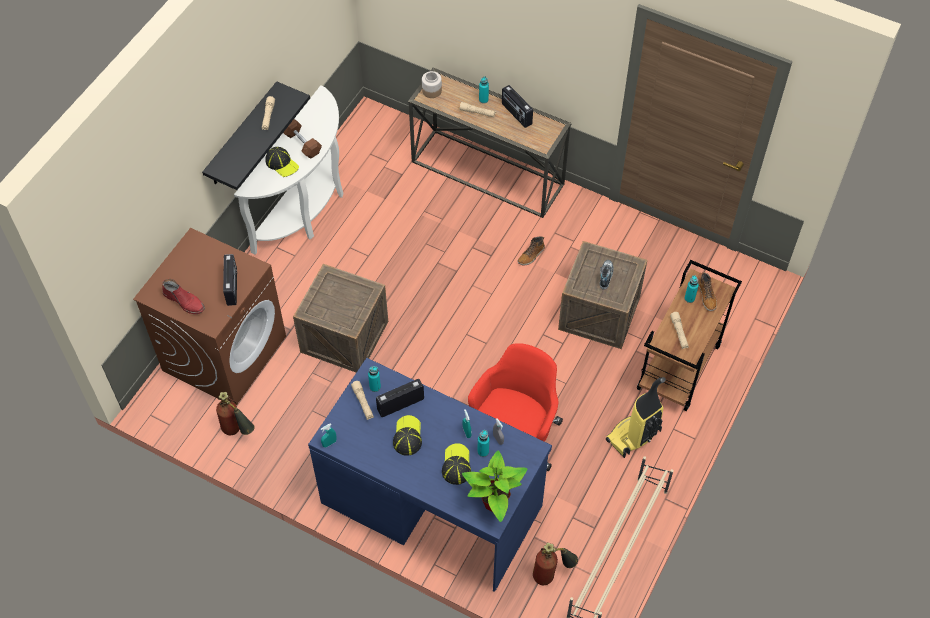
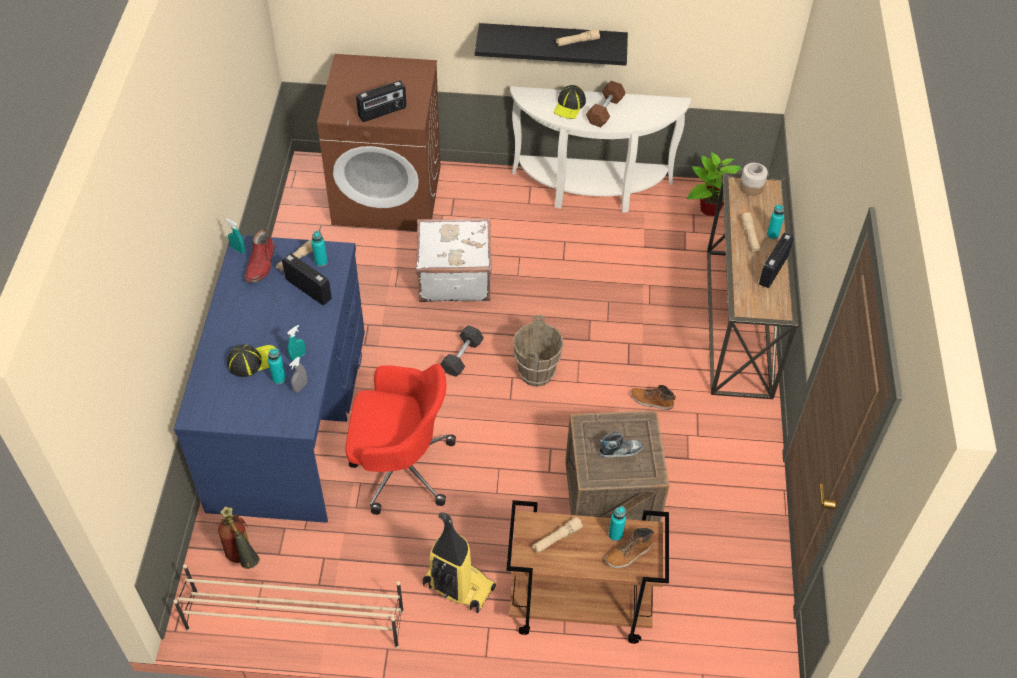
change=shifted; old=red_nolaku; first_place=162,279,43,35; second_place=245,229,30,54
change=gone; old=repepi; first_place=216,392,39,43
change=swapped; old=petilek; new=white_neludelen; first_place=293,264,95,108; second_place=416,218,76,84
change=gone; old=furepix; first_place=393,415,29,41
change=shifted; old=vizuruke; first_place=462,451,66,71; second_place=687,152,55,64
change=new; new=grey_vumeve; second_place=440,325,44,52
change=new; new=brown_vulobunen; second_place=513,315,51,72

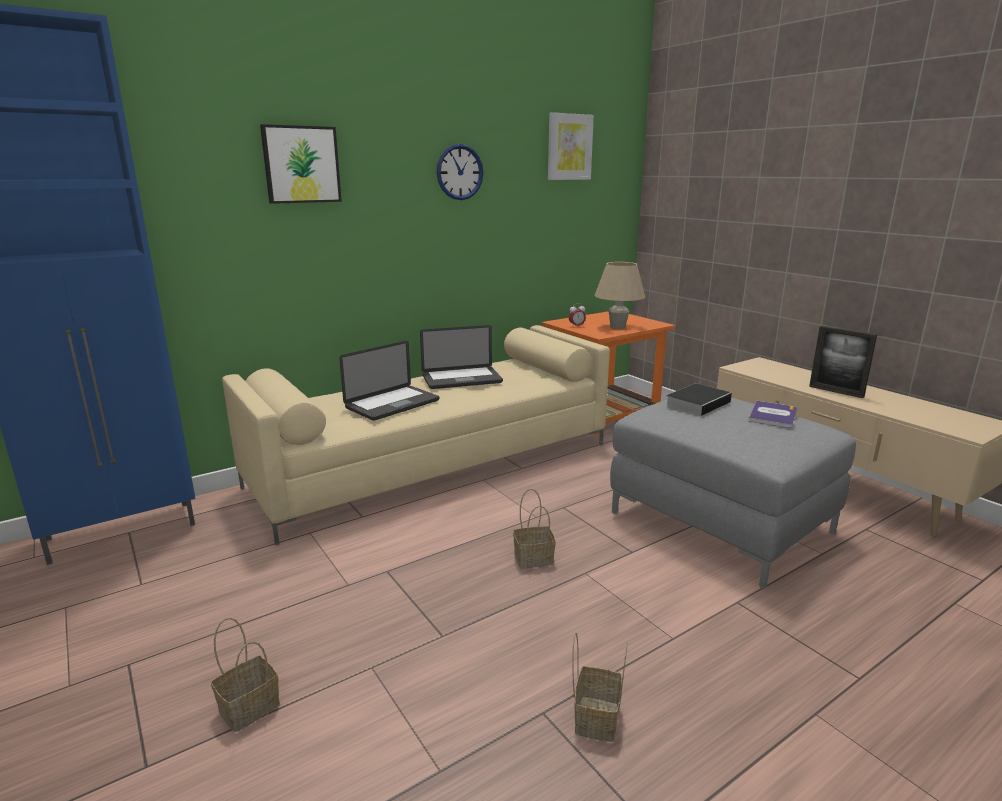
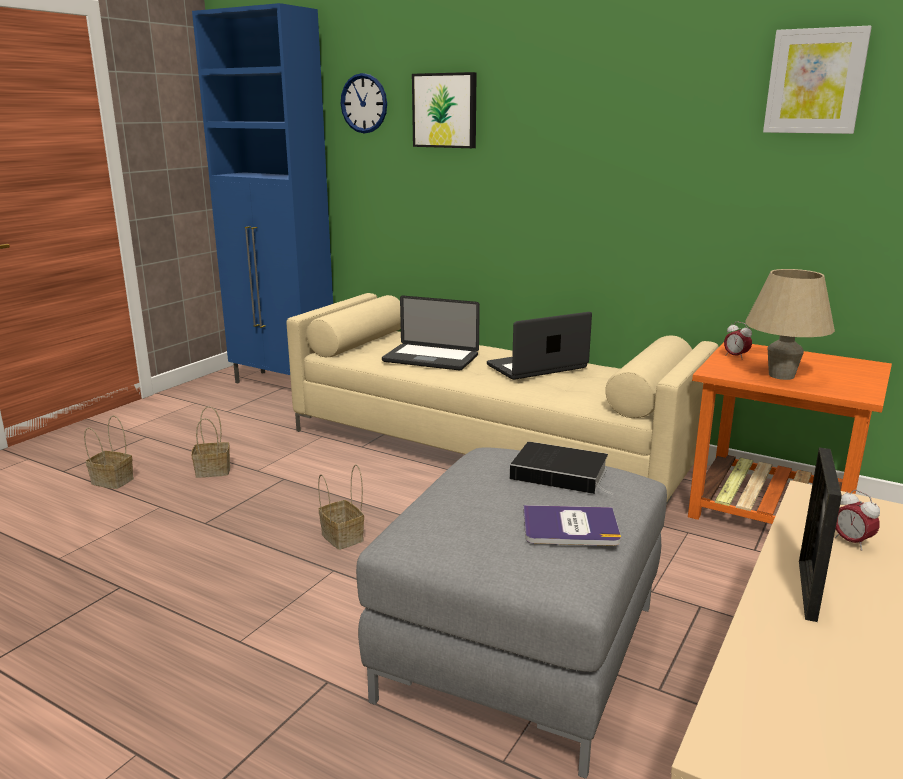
change=rotated; old=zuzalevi; first_place=420,325,83,64; second_place=487,312,105,68; degrees=105
change=shifted; old=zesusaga; first_place=437,144,46,56; second_place=341,73,46,60
change=shifted; old=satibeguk; first_place=572,632,56,110; second_place=191,406,39,72
change=new; new=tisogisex; second_place=835,490,45,61

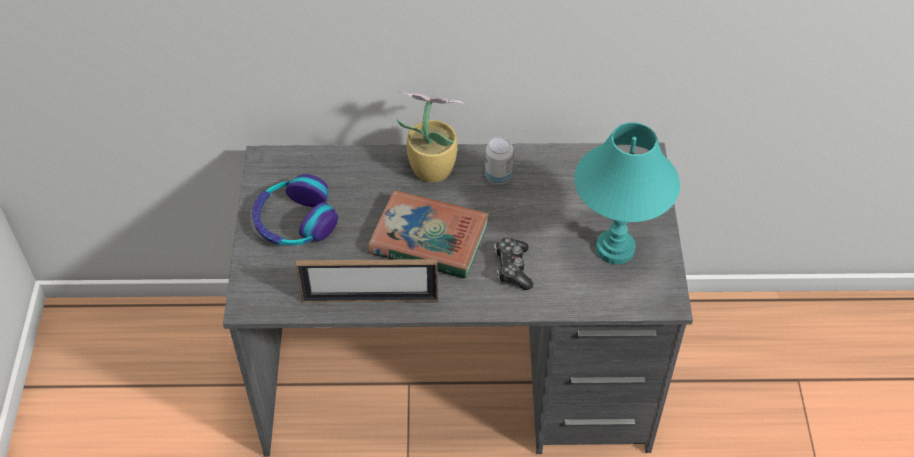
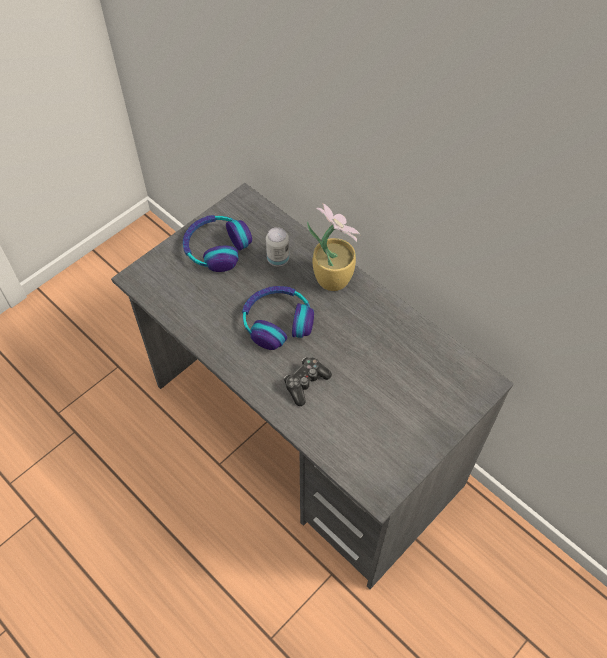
change=gone; old=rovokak; first_place=296,259,142,44
change=swapped; old=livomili; new=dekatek; first_place=368,190,121,89; second_place=242,286,72,64
change=shifted; old=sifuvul; first_place=485,137,28,47; second_place=266,227,23,39
change=gone; old=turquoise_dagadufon; first_place=574,122,106,142

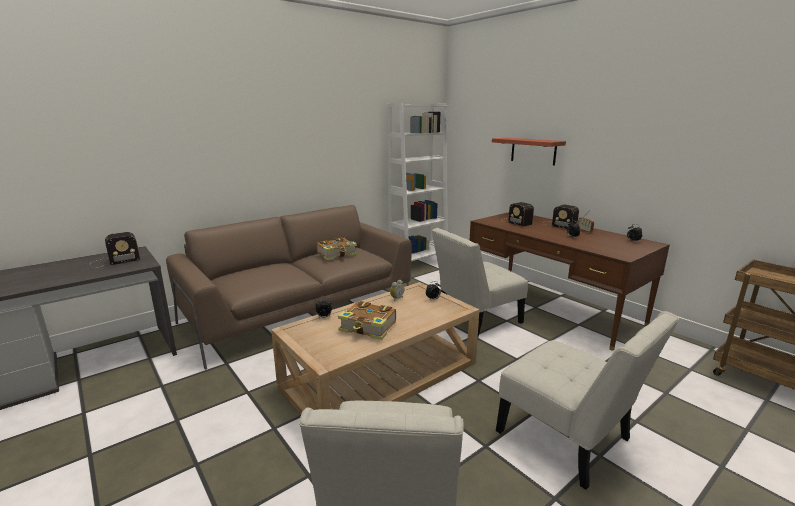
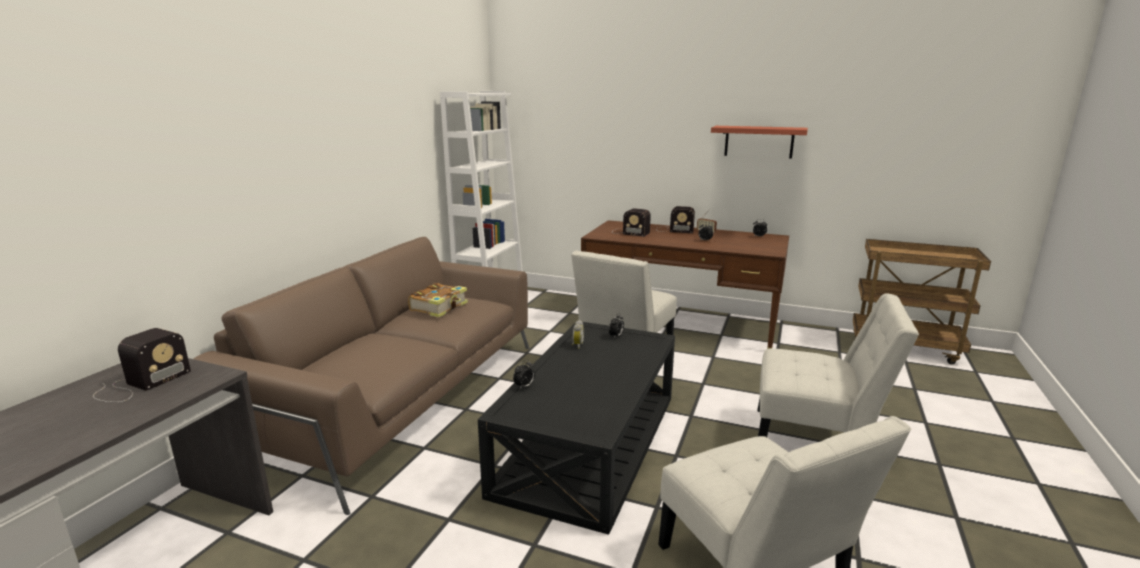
change=repainted; old=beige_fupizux; new=black_fupizux; first_place=271,282,208,133; second_place=478,322,197,212
change=gone; old=livomili; first_place=338,301,58,39
change=shifted; old=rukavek; first_place=492,138,74,28; second_place=711,126,97,33

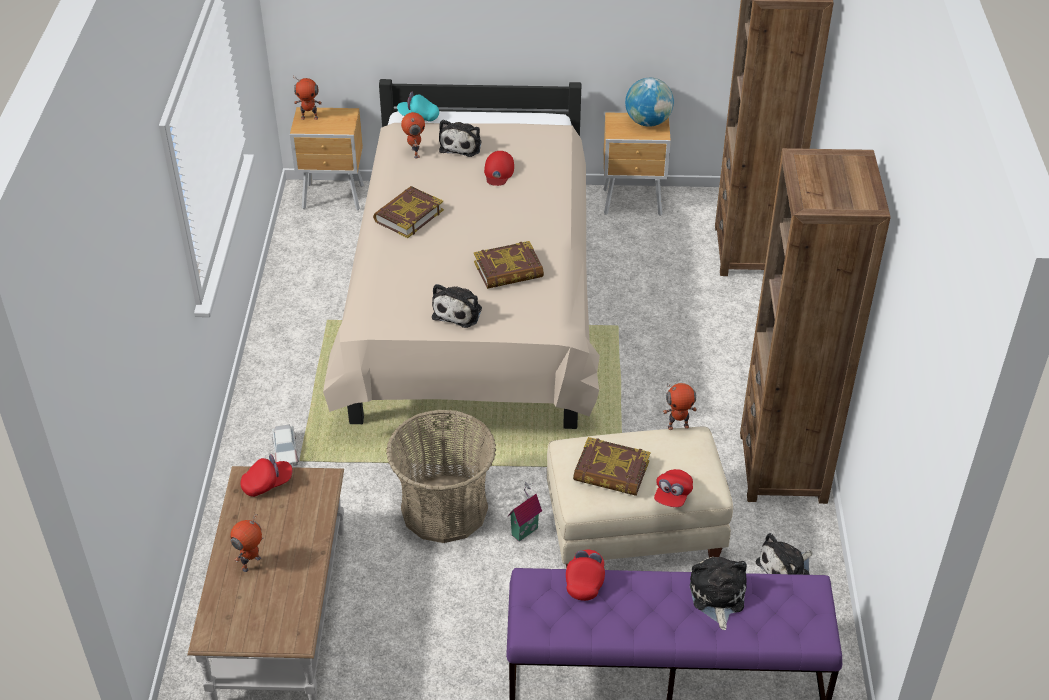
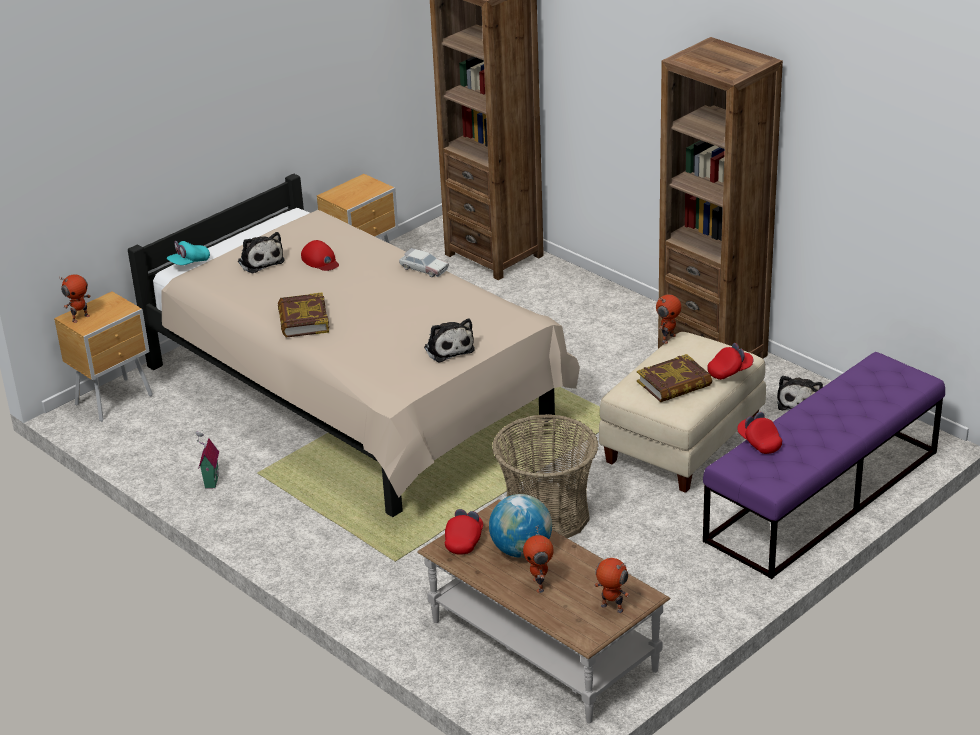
change=shifted; old=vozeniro; first_place=272,425,27,42; second_place=399,248,50,29
change=shifted; old=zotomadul; first_place=401,112,24,46; second_place=594,558,36,55
change=gone; old=livomili; first_place=474,241,70,48
change=shifted; old=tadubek; first_place=507,481,35,60; second_place=195,430,24,59
change=shifted; old=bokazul; first_place=625,78,49,49; second_place=489,494,63,64
change=rotated; old=red_furepix; first_place=654,469,39,38; second_place=707,343,46,37; degrees=-90
change=gone; old=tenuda; first_place=690,557,57,73

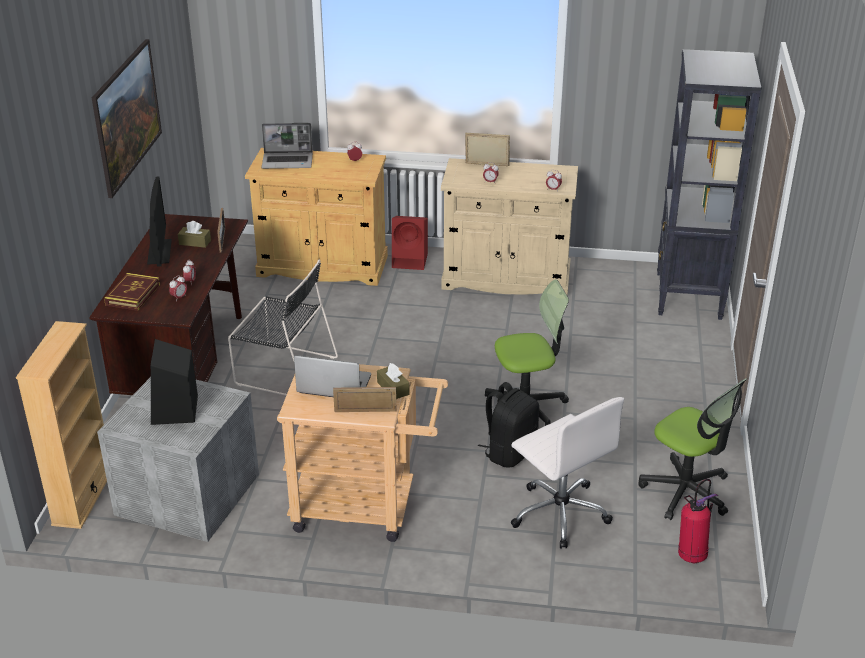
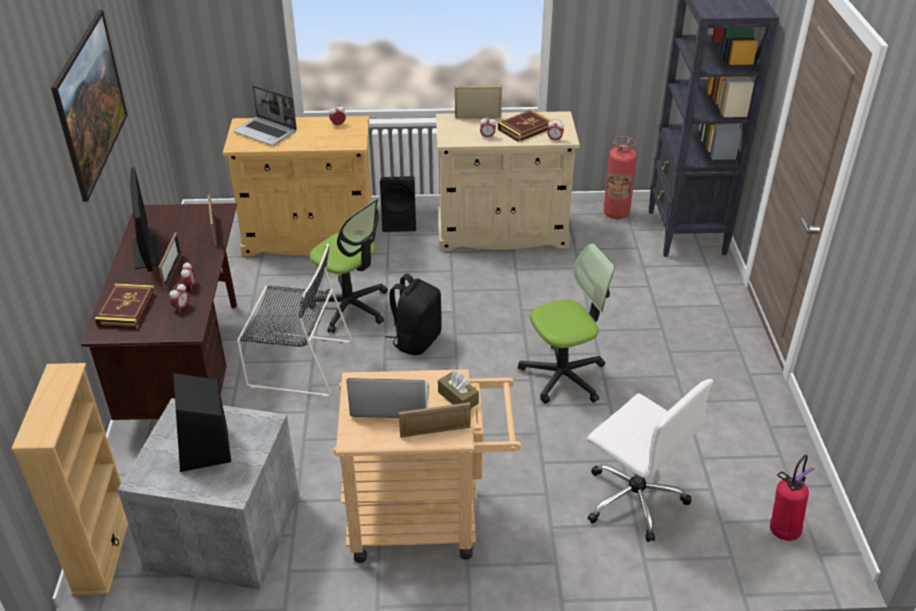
change=gone; old=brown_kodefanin; first_place=178,221,33,27
change=rotated; old=zuzalevi; first_place=261,123,52,46; second_place=233,85,64,61; degrees=45
change=repainted; old=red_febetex; new=black_febetex; first_place=392,216,36,54; second_place=380,176,36,56
change=shifted; old=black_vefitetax; first_place=478,382,61,85; second_place=385,274,57,81
change=shifted; old=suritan; first_place=638,378,109,142; second_place=309,199,79,134
change=new; new=rovokak; second_place=159,233,23,56
change=new; new=livomili; second_place=498,109,54,33
change=new; new=repepi; second_place=603,136,34,83

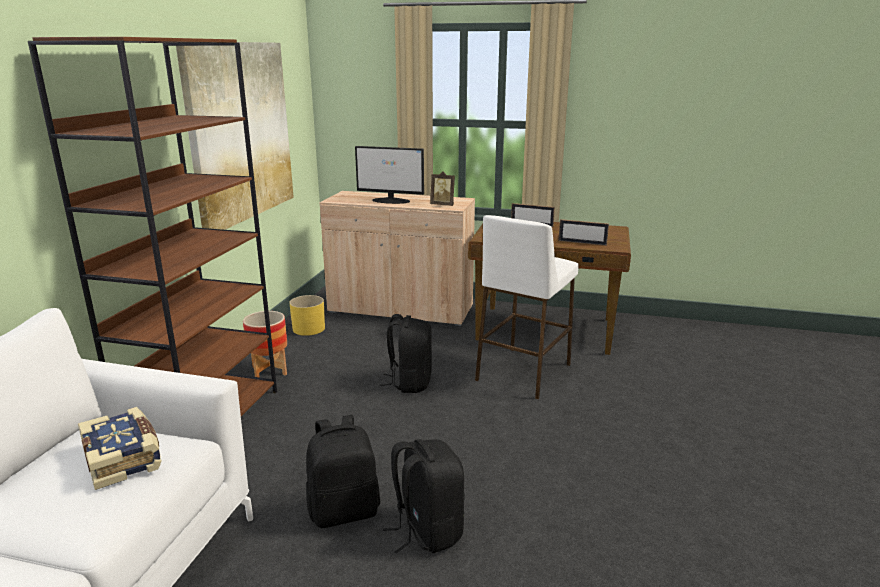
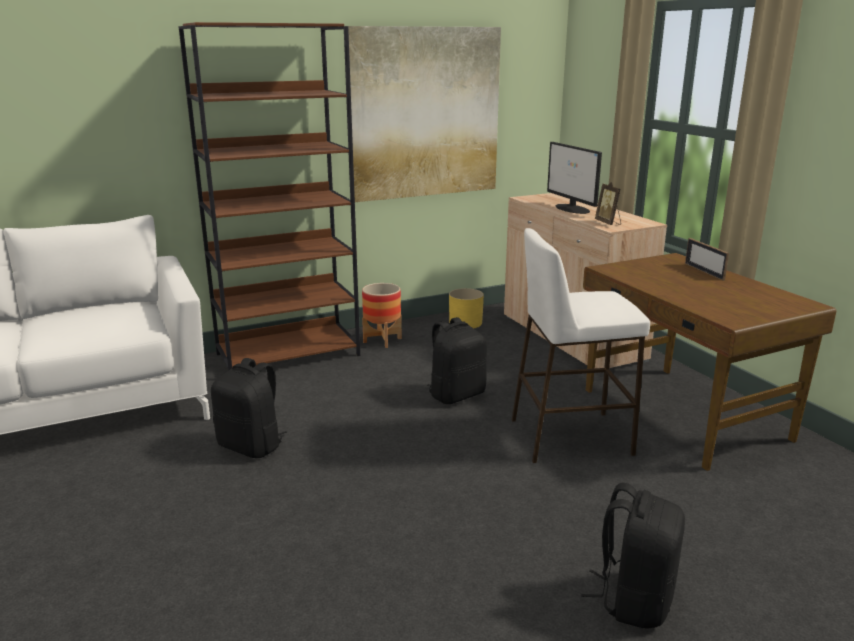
change=gone; old=livomili; first_place=78,407,84,83
change=shifted; old=black_vefitetax; first_place=383,439,82,115; second_place=581,483,104,145
change=gone; old=rovokak; first_place=558,219,51,27

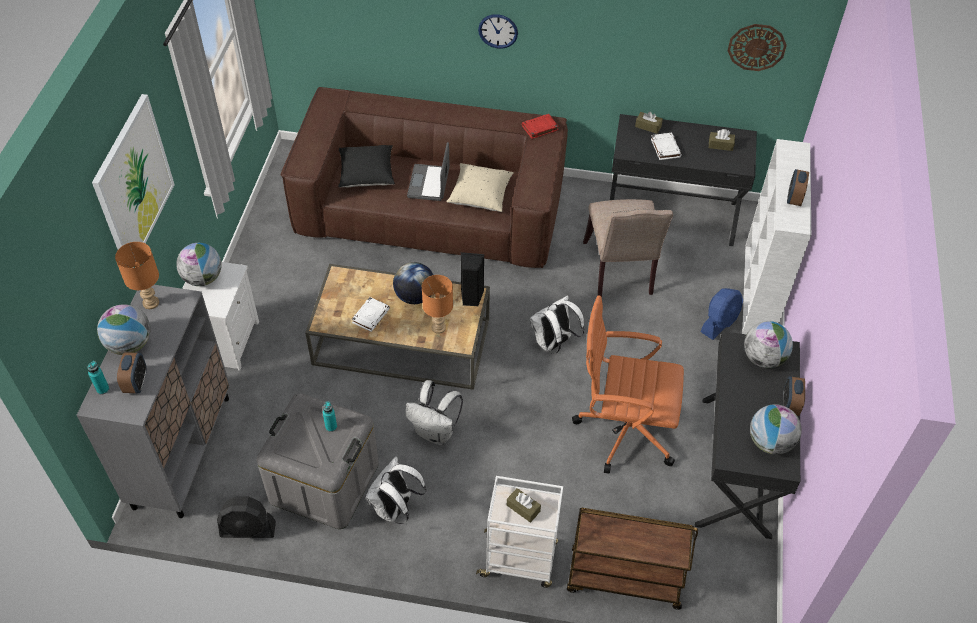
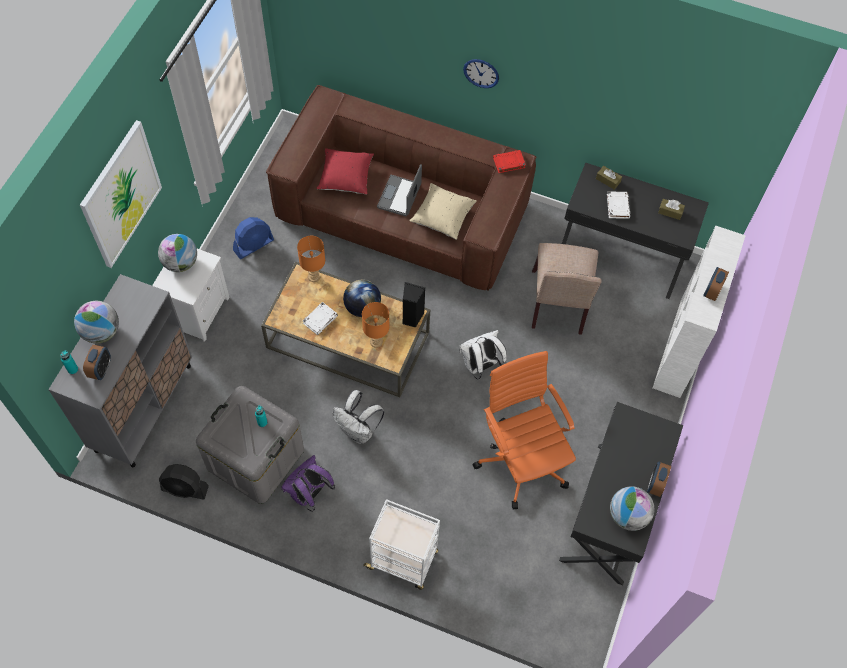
change=shifted; old=orange_dagadufon; first_place=115,242,44,67; second_place=297,236,28,46
change=repainted; old=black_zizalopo; new=red_zizalopo; first_place=338,145,57,42; second_place=317,148,57,47
change=repainted; old=white_vefitetax; new=purple_vefitetax; first_place=365,456,62,68; second_place=281,455,54,57
change=gone; old=brown_kodefanin; first_place=507,488,34,35
change=gone; old=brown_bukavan; first_place=567,507,131,103
change=rotated; old=orange_suritan; first_place=572,296,112,178; second_place=473,351,103,158; degrees=45
change=shifted; old=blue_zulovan; first_place=701,288,42,52; second_place=233,217,41,42
change=gone; old=zesusaga; first_place=728,24,59,47
change=gone; old=bokazul; first_place=744,321,49,47

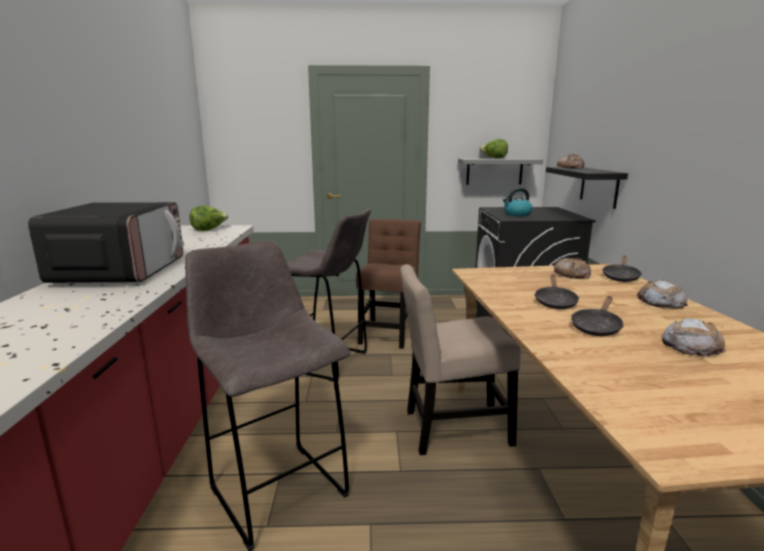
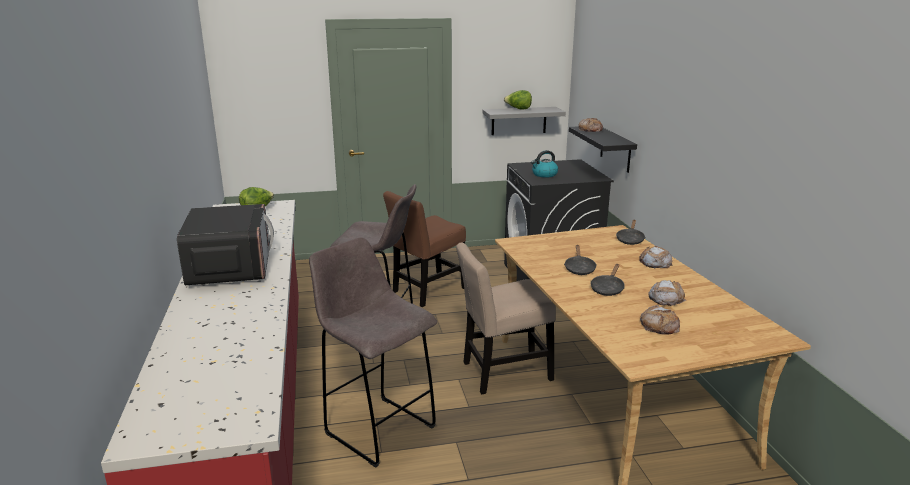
change=rotated; old=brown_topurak; first_place=356,219,65,130; second_place=383,191,83,116; degrees=-135
change=shifted; old=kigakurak; first_place=554,258,37,21; second_place=640,305,40,30

